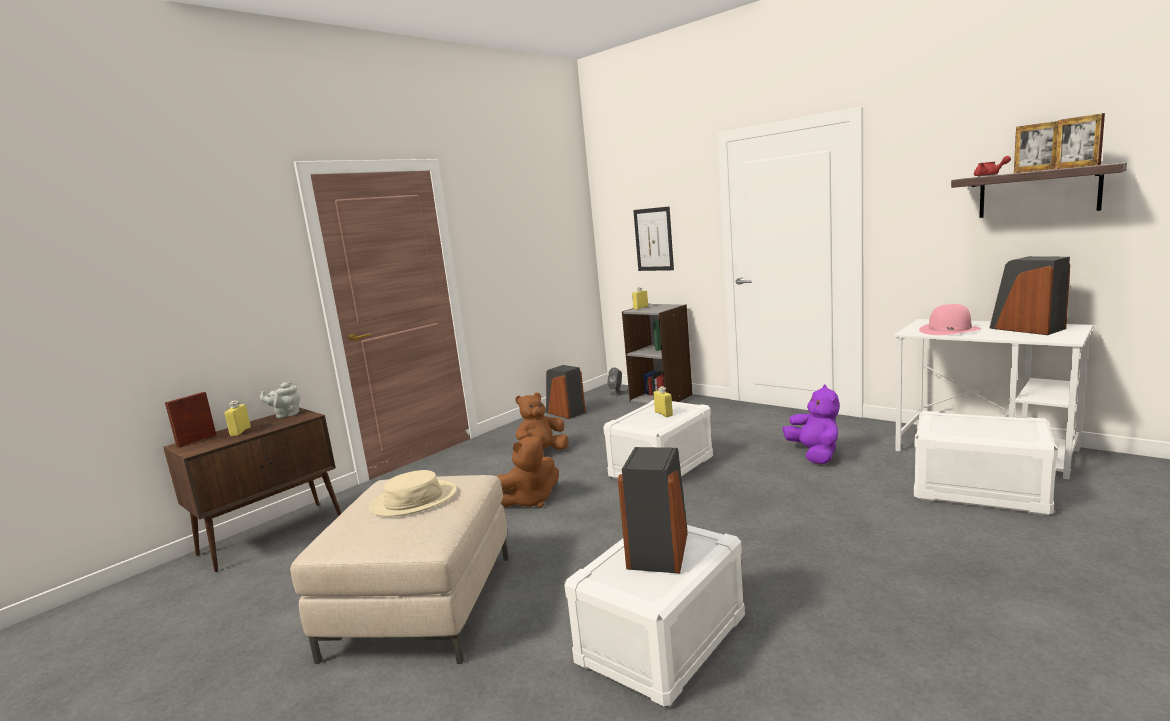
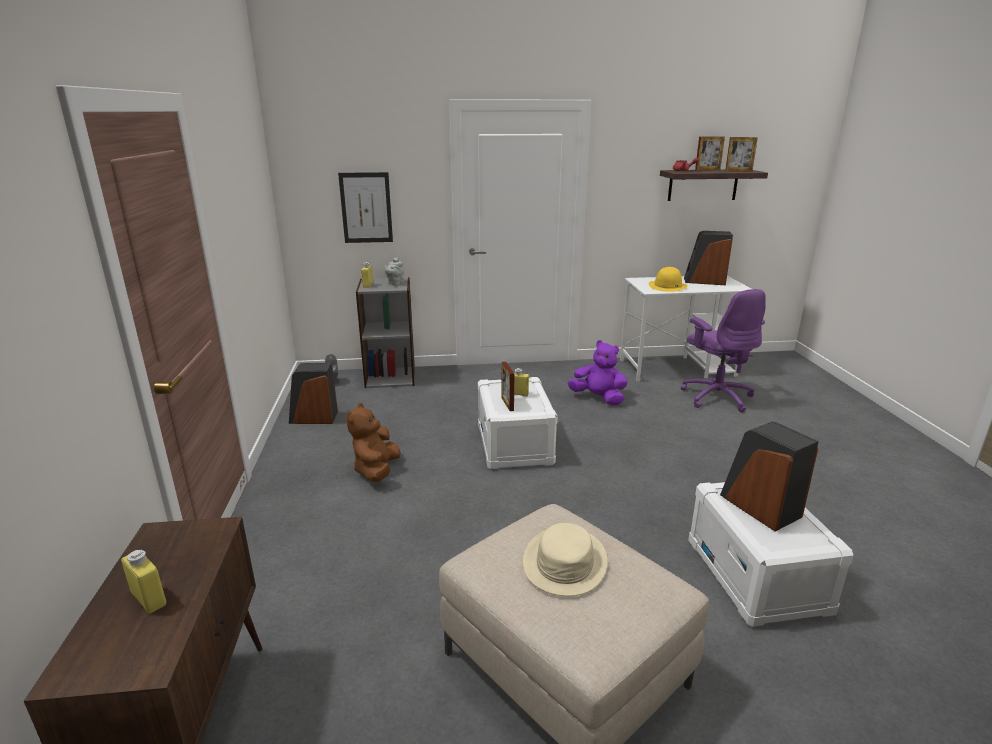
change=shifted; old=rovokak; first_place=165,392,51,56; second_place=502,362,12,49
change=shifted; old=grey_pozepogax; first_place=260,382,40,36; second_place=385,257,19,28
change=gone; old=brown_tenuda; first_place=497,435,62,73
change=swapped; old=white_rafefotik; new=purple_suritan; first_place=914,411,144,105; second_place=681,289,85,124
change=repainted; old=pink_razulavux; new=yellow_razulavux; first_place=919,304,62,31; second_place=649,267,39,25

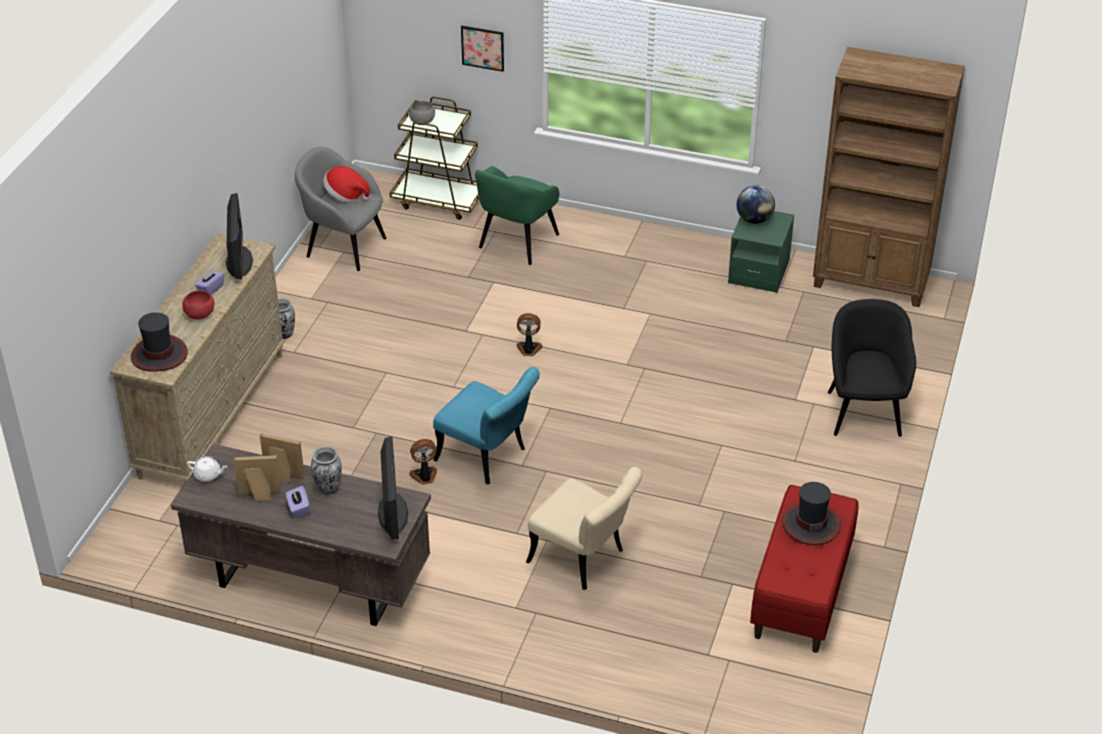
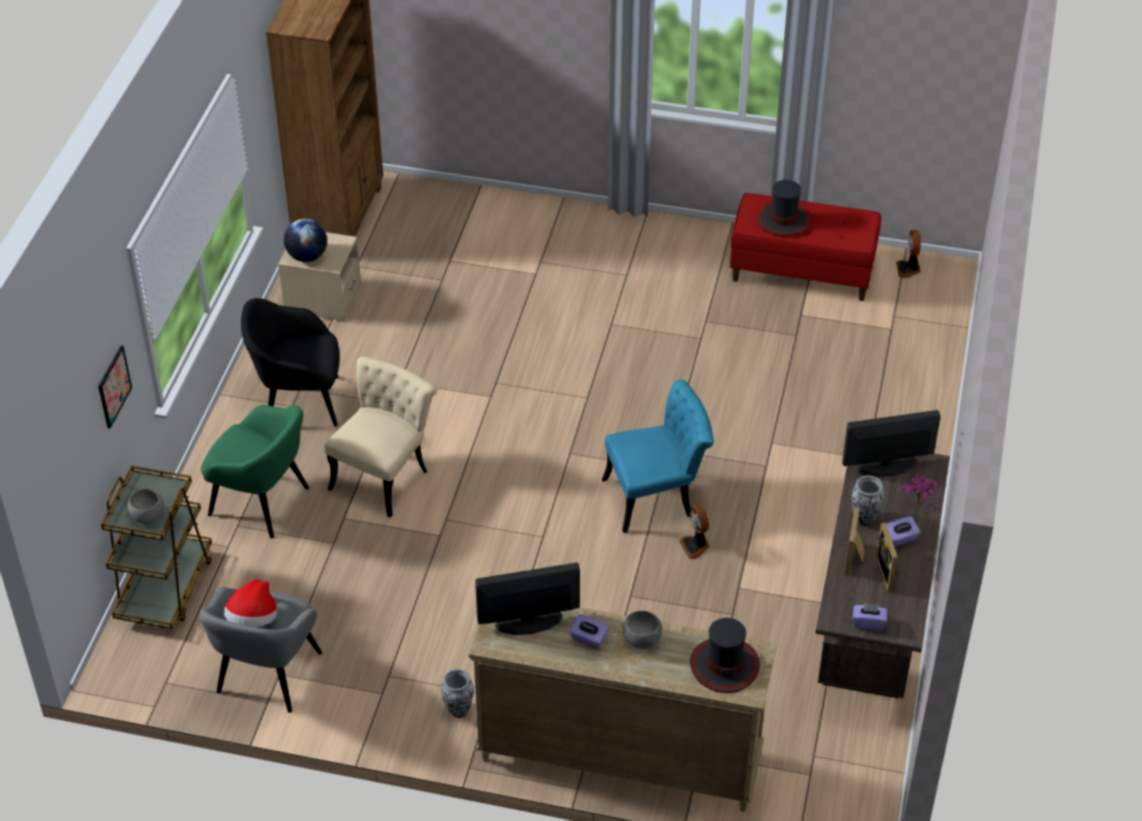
change=repainted; old=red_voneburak; new=grey_voneburak; first_place=182,290,32,30; second_place=623,611,40,38
change=swapped; old=white_pozepogax; new=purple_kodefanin; first_place=187,456,41,26; second_place=853,603,34,28
change=rotated; old=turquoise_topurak; first_place=433,367,107,118; second_place=602,379,112,154; degrees=45
change=shifted; old=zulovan; first_place=517,313,26,43; second_place=896,230,25,48
change=shifted; old=beige_topurak; first_place=526,467,116,123; second_place=325,357,112,161
change=repainted; old=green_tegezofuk; new=beige_tegezofuk; first_place=728,211,66,82; second_place=278,232,83,90
change=shifted; old=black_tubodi; first_place=828,299,88,138; second_place=241,298,99,129
change=new; new=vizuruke; second_place=898,473,39,31

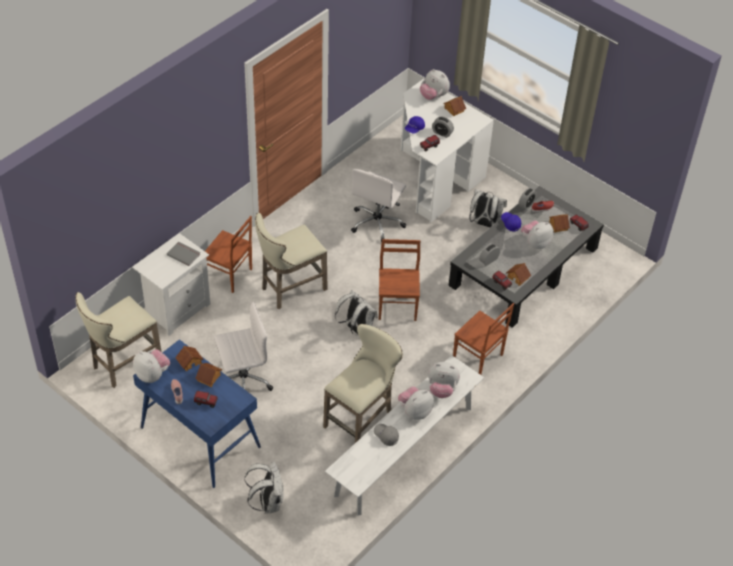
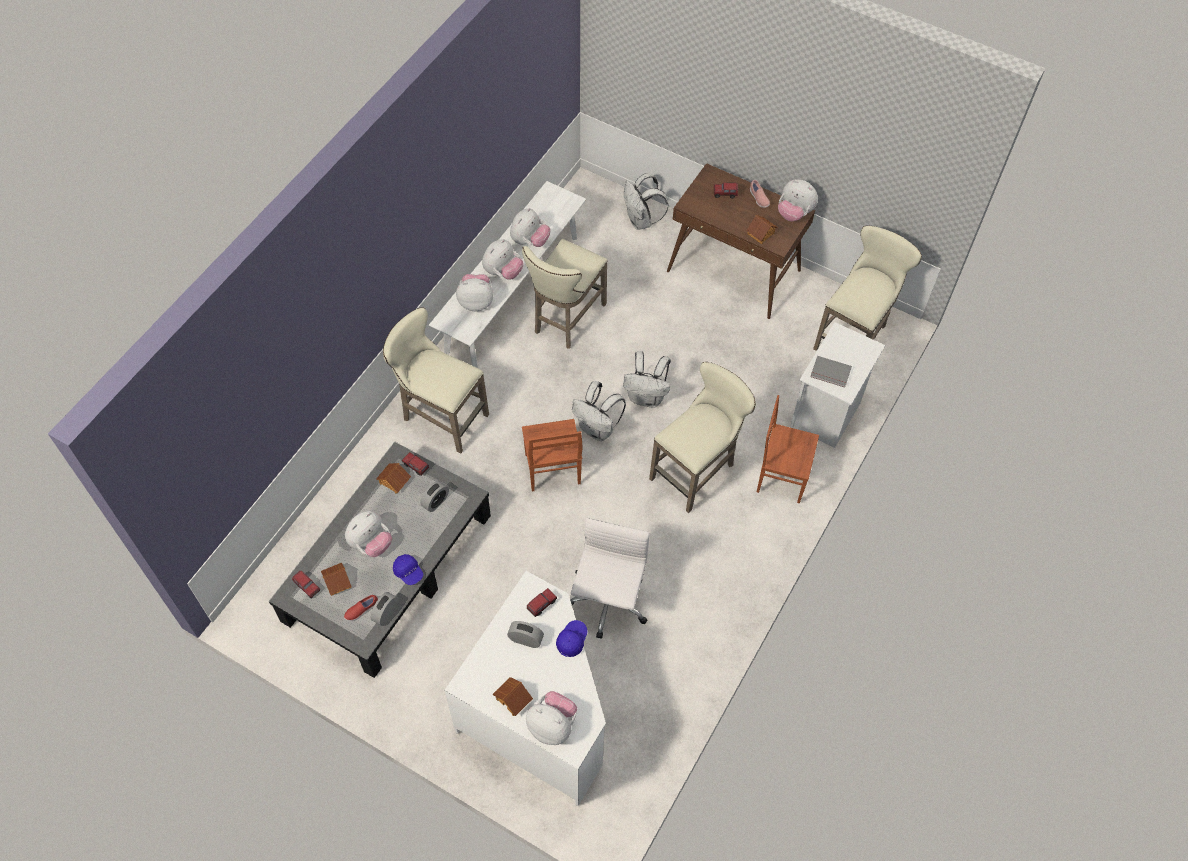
change=repainted; old=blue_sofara; new=brown_sofara; first_place=133,339,128,149; second_place=667,163,148,156
change=gone; old=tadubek; first_place=195,363,27,24
change=gone; old=white_suritan; first_place=214,302,59,89
change=swapped; old=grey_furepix; new=tenuda; first_place=374,424,25,22; second_place=510,208,40,39
change=swapped; old=brown_topurak; new=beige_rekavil; first_place=453,303,61,72; second_place=383,307,106,147
change=shifted; old=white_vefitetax; first_place=469,189,38,39; second_place=623,351,48,57

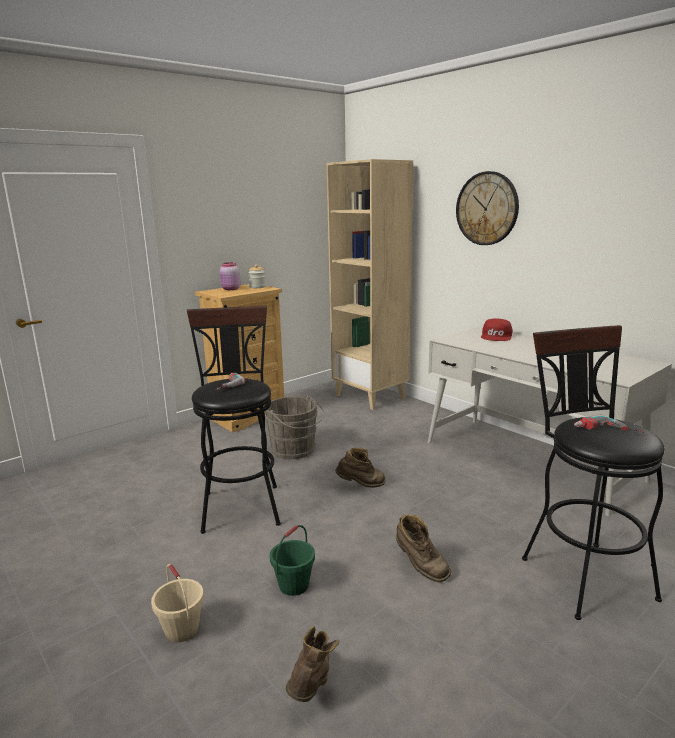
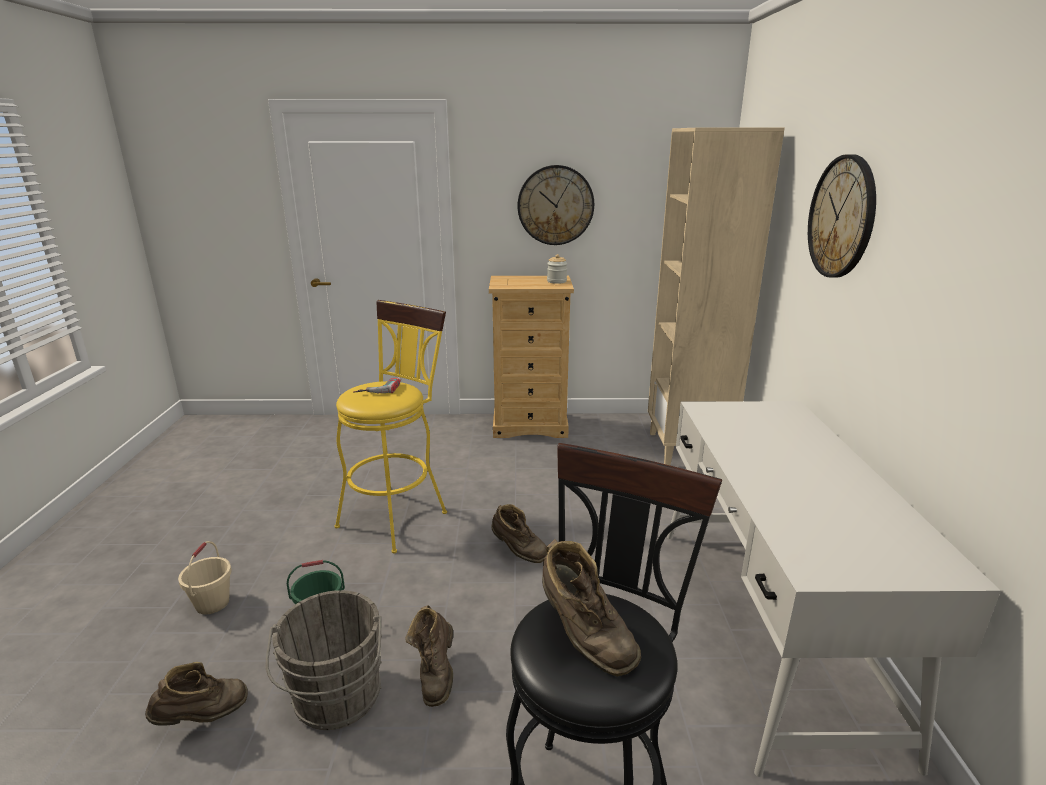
change=repainted; old=black_rekavil; new=yellow_rekavil; first_place=187,305,94,229; second_place=335,300,112,253
change=gone; old=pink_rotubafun; first_place=220,262,21,28
change=shifted; old=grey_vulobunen; first_place=265,396,59,63; second_place=265,590,117,140
change=gone; old=red_furepix; first_place=481,319,31,22
change=swapped; old=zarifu; new=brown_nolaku; first_place=574,414,70,19; second_place=542,539,99,138
change=new; new=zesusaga; second_place=518,165,76,80

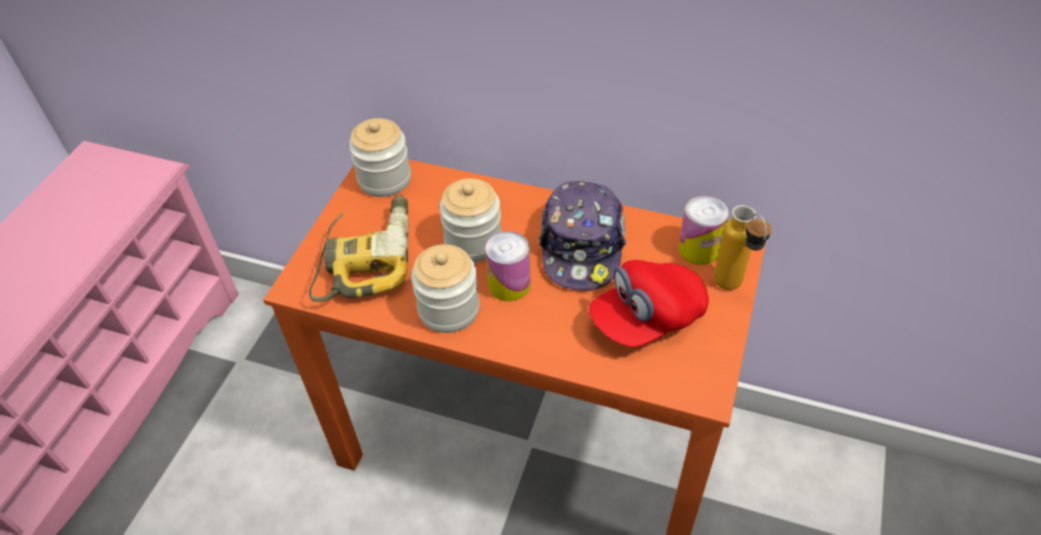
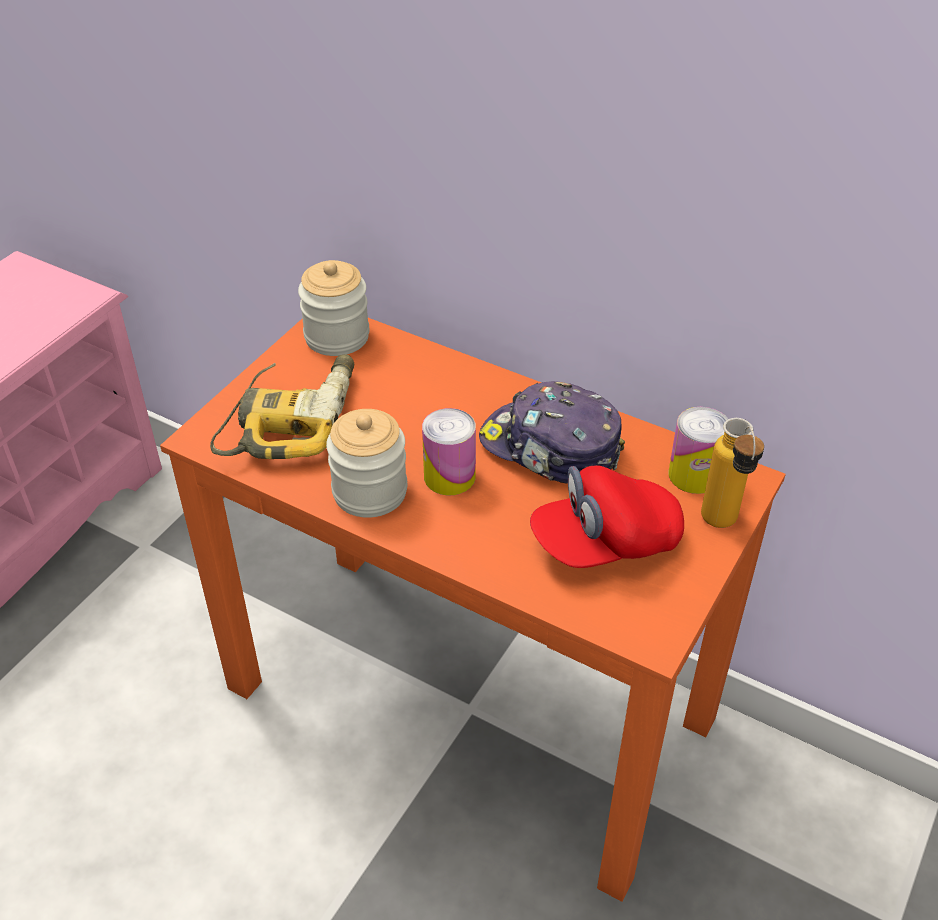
change=gone; old=rotubafun; first_place=439,178,63,84
change=rotated; old=furepix; first_place=539,181,87,109; second_place=479,381,146,103; degrees=105

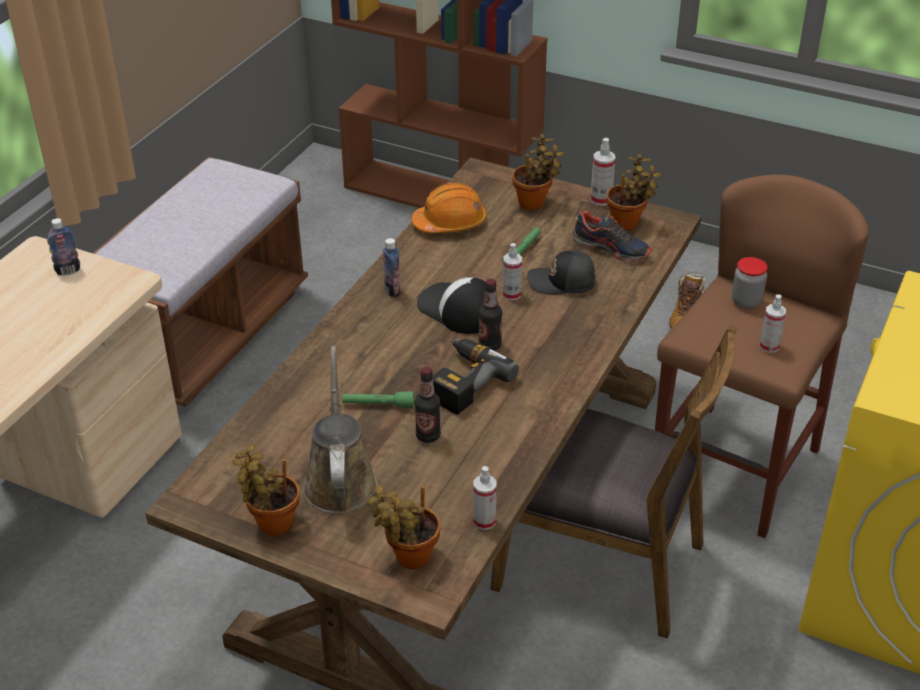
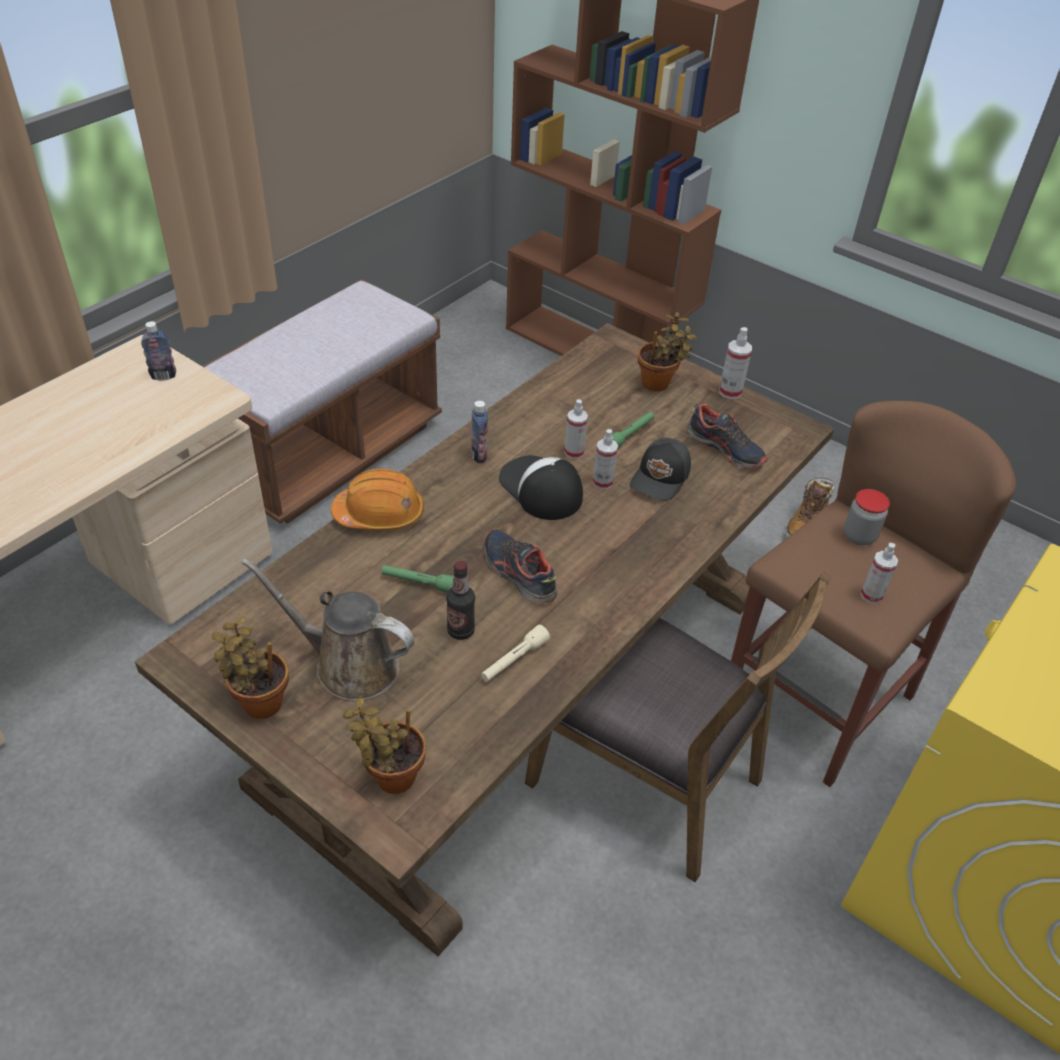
change=rotated; old=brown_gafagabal; first_place=303,346,75,168; second_place=241,558,173,143; degrees=-75
change=shifted; old=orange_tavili; first_place=411,183,76,50; second_place=331,468,93,63
change=swapped; old=zarifu; new=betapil; first_place=432,339,87,76; second_place=484,530,74,74
change=shifted; old=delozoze; first_place=473,466,23,64; second_place=564,399,24,60
change=gone; old=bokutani; first_place=478,279,24,71
change=rotated; old=black_furepix; first_place=527,250,69,45; second_place=630,438,61,63; degrees=-75
change=gone; old=vizuruke; first_place=607,154,55,77
change=new; new=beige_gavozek; second_place=481,624,69,58

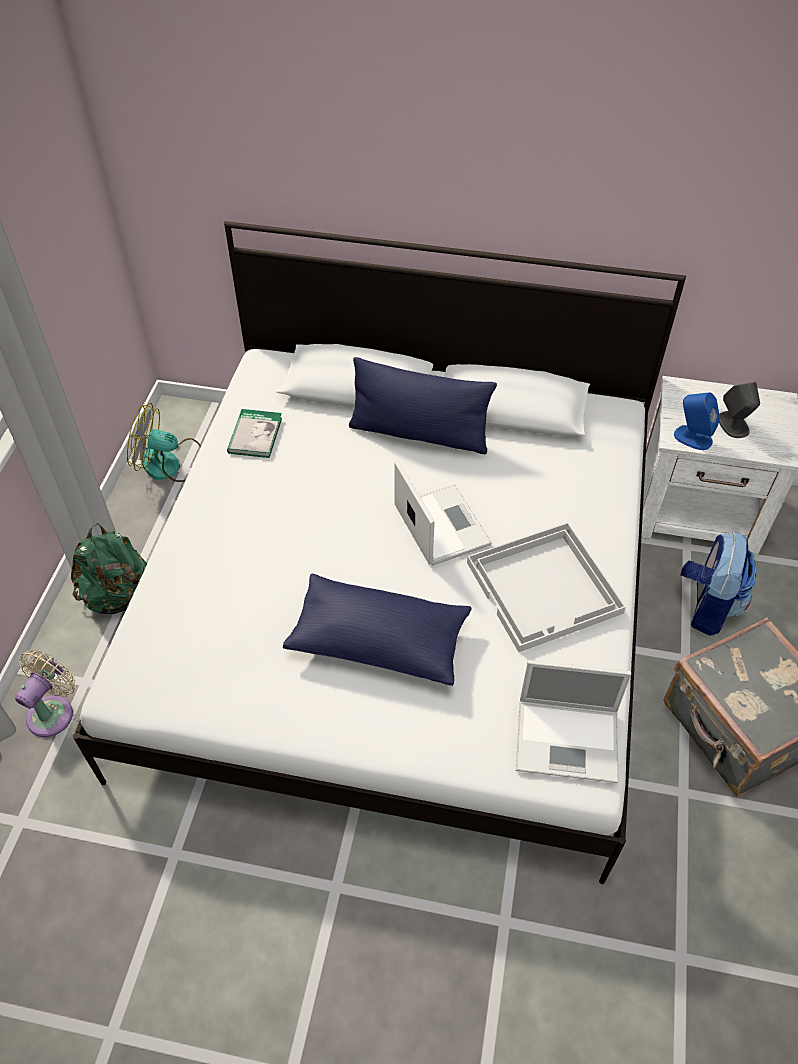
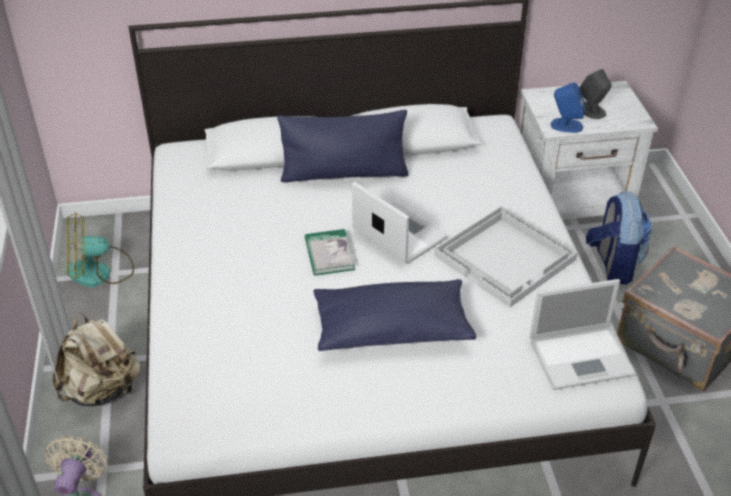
change=repainted; old=green_vefitetax; new=beige_vefitetax; first_place=71,523,76,91; second_place=52,313,88,93
change=shifted; old=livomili; first_place=227,409,55,49; second_place=305,229,50,47

